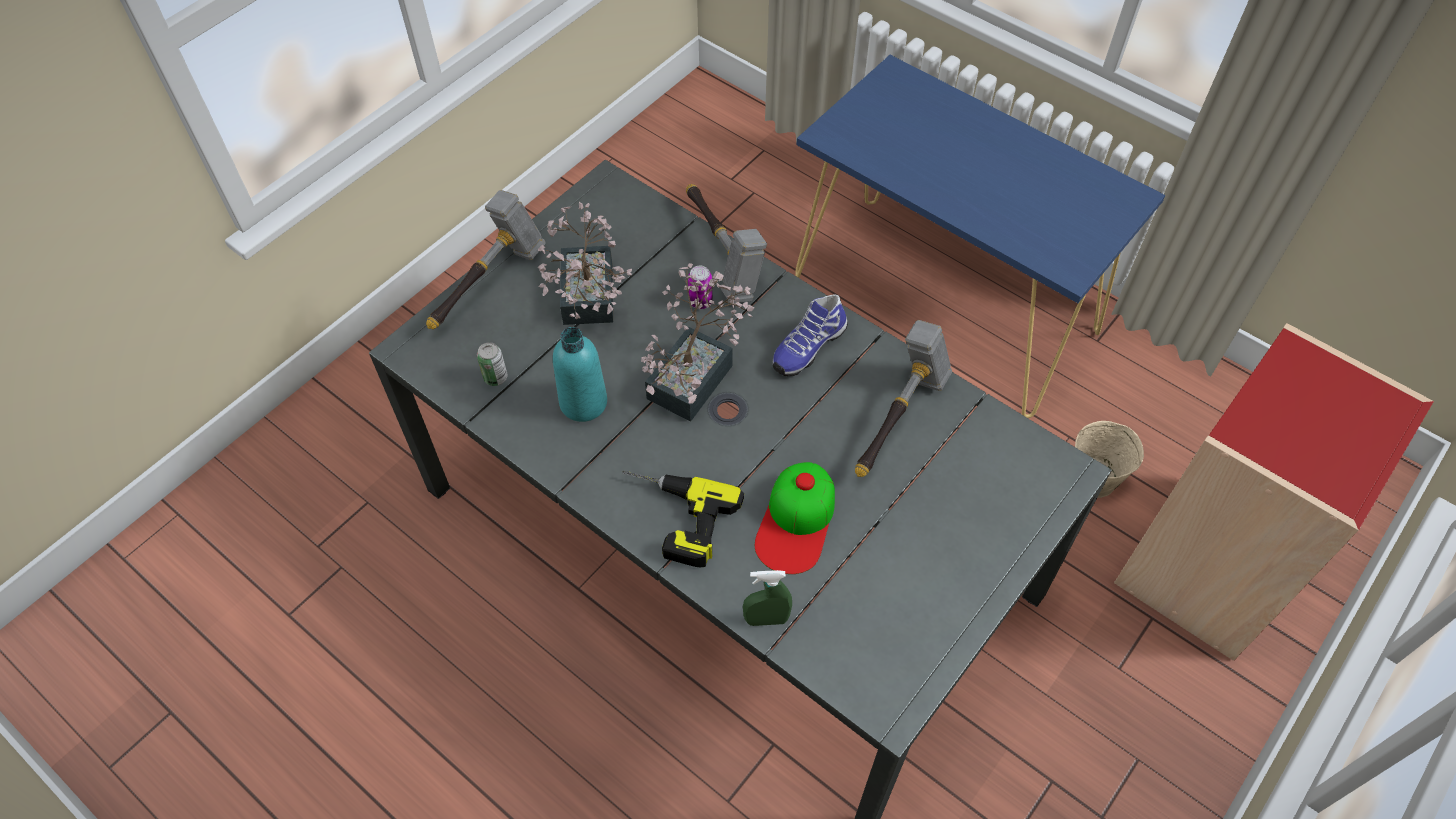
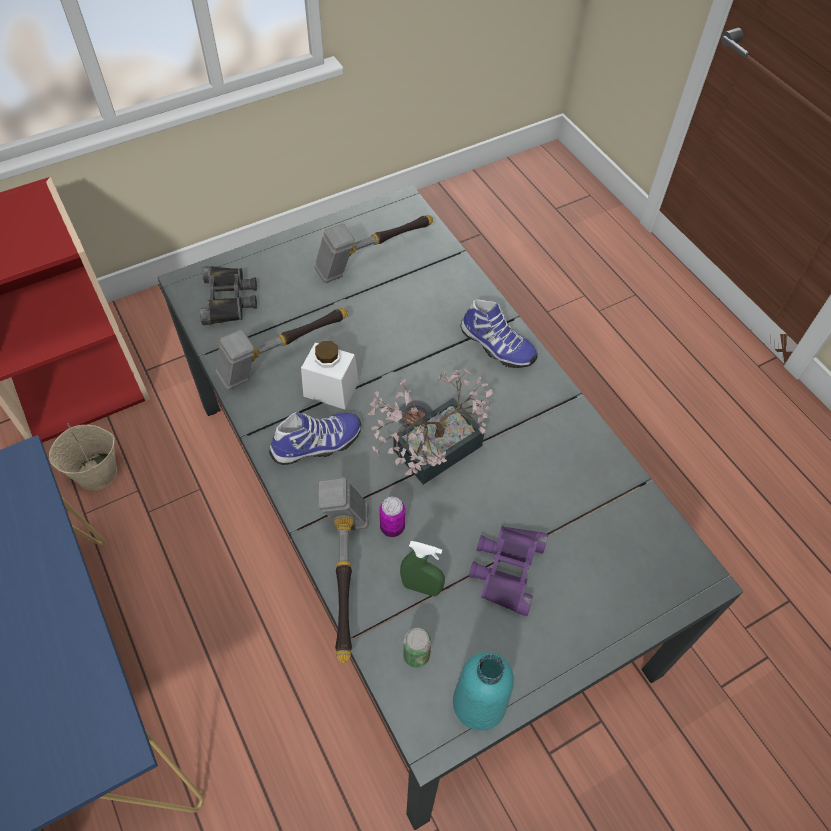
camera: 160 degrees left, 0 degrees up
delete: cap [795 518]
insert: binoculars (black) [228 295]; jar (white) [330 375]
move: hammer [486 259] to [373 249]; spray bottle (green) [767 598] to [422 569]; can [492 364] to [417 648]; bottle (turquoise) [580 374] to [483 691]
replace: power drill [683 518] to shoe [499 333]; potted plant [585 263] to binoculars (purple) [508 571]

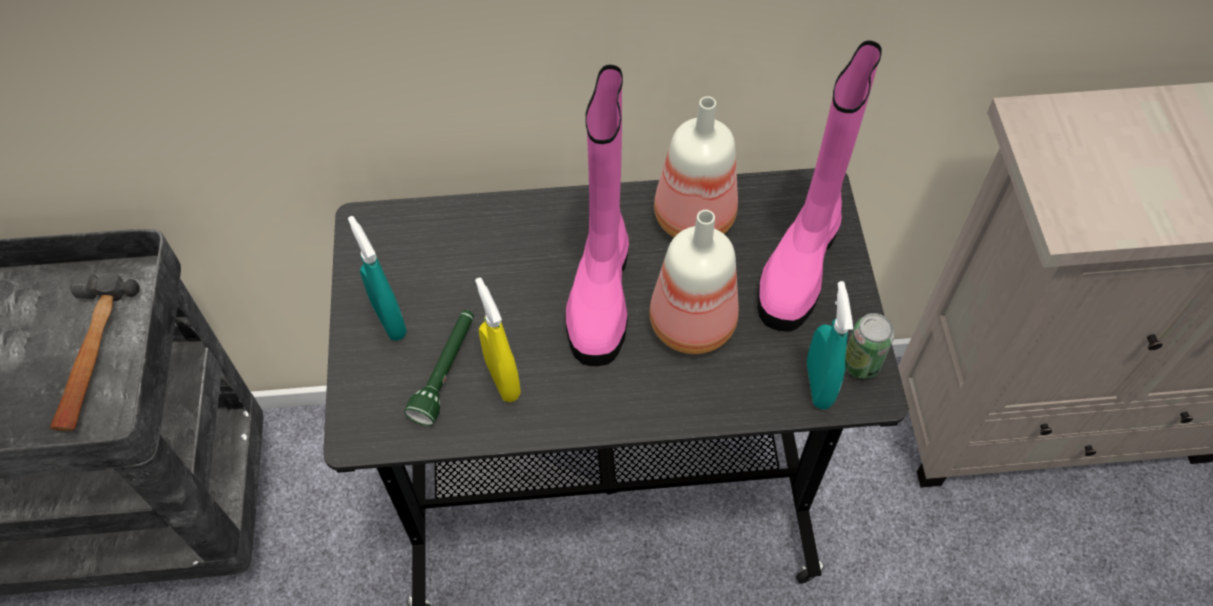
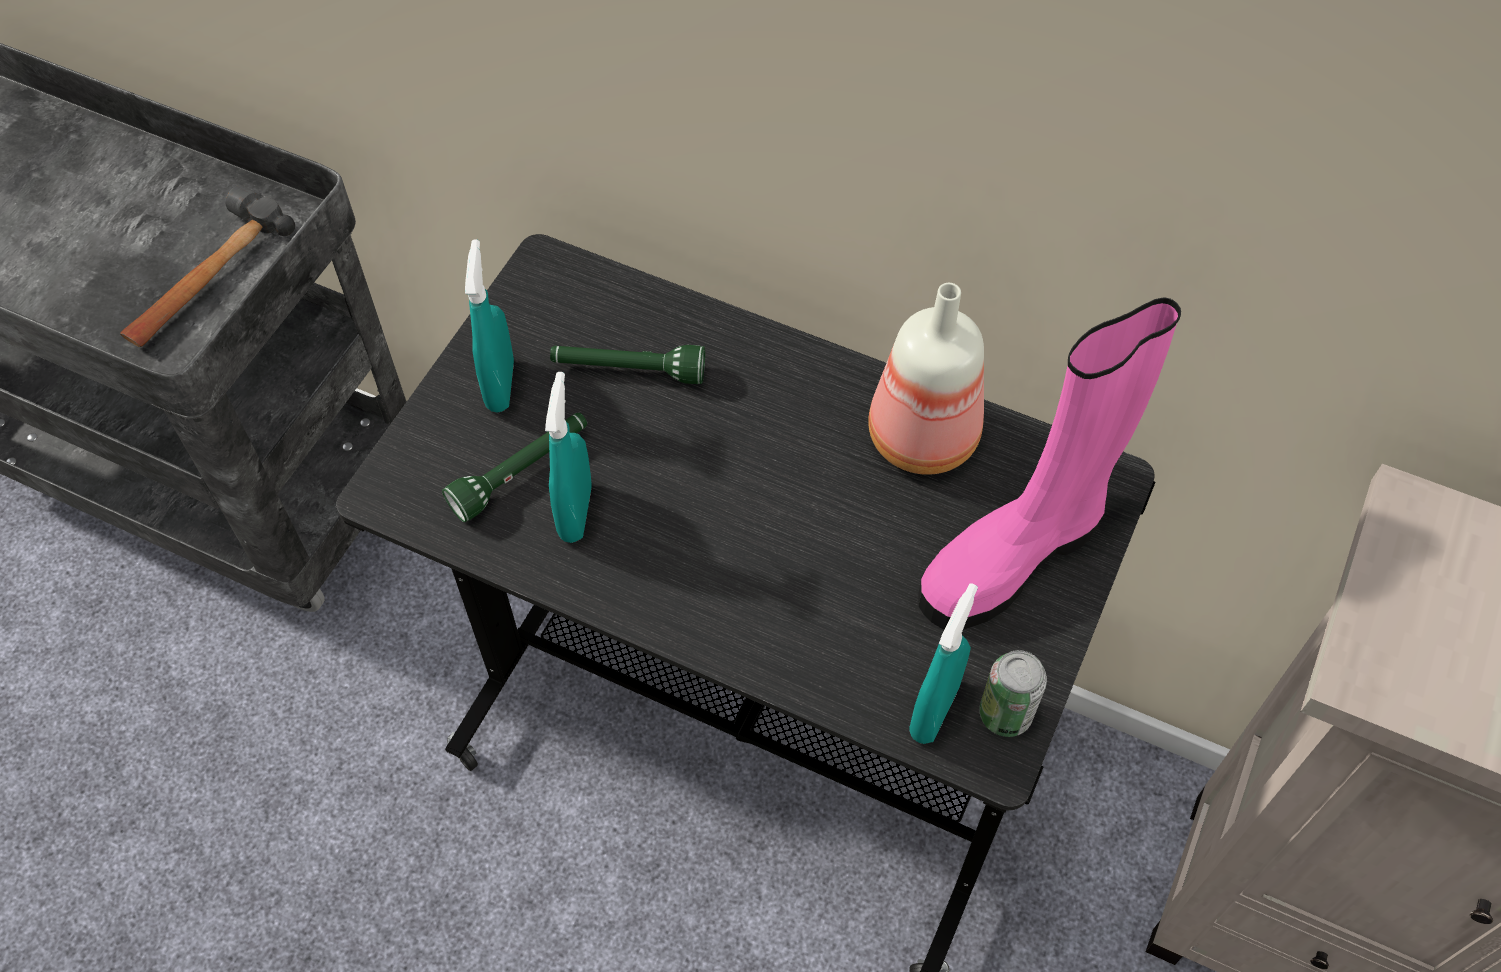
camera: 30 degrees right, 0 degrees up
delete: boot (pink) [597 215]; bottle [694 282]
insert: flashlight (green) [627 364]
recolor: spray bottle (yellow) [498 339] to spray bottle (turquoise) [568 457]

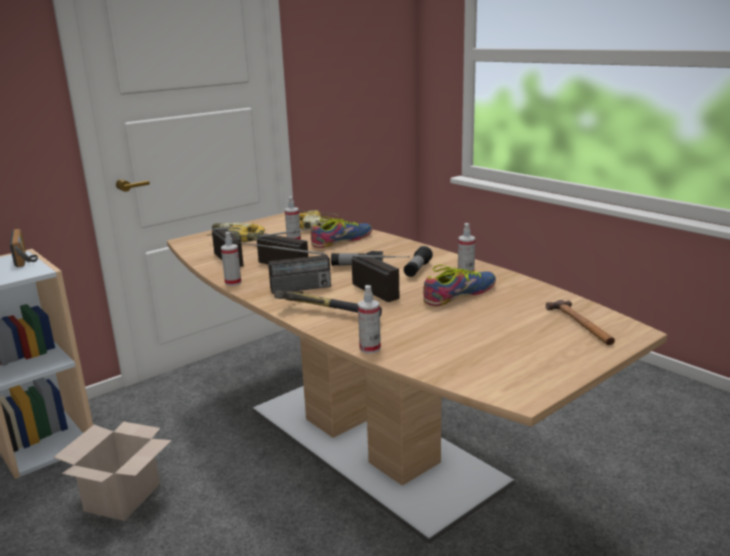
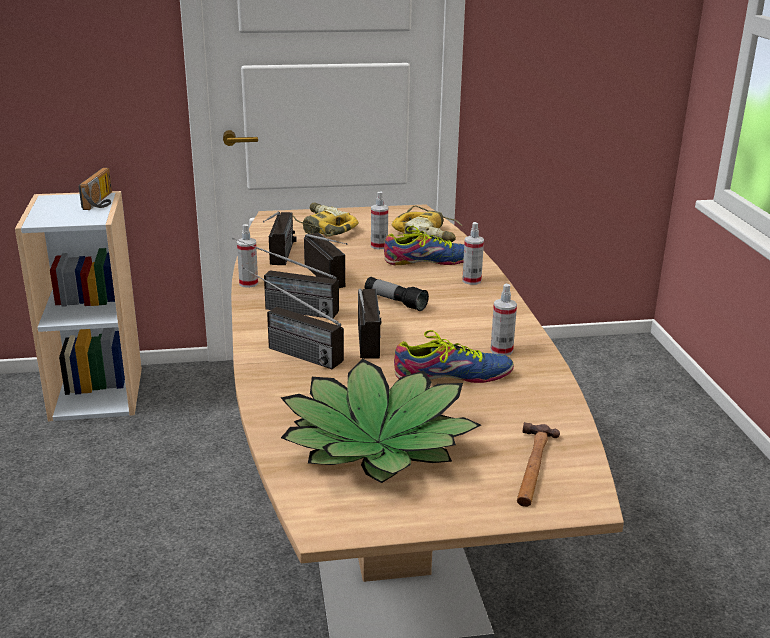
camera: 30 degrees right, 5 degrees up
delete: cardboard box [112 471]; flashlight [418 261]
insert: potted plant [381 421]
move: spray bottle [369 319] to [473 253]
replace: hammer [328 303] to radio [293 318]

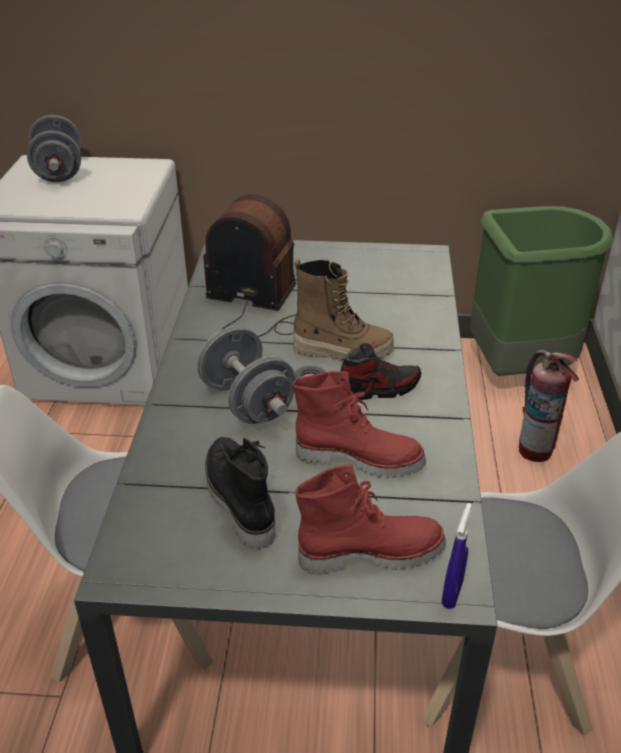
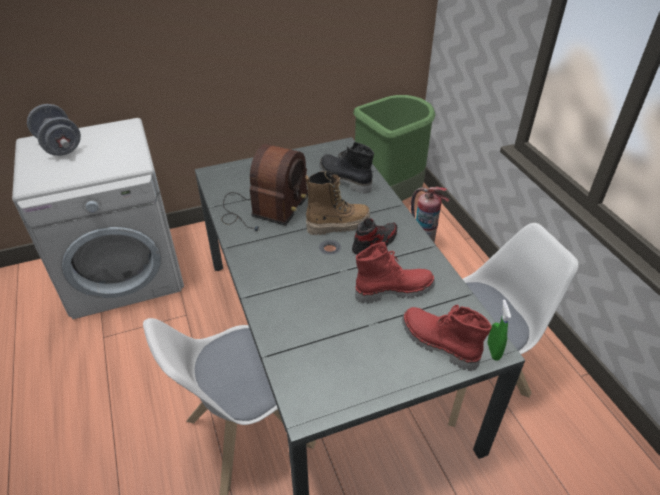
camera: 25 degrees left, 5 degrees up
delete: dumbbell (grey) [246 375]
move: boot (black) [240 493] to [347 168]
recolor: spray bottle (blue) [457 556] to spray bottle (green) [499 330]
rotate: radio [249 265] = [265 187] 120 degrees clockwise; boot (red) [370 519] = [447 337] 105 degrees counterclockwise

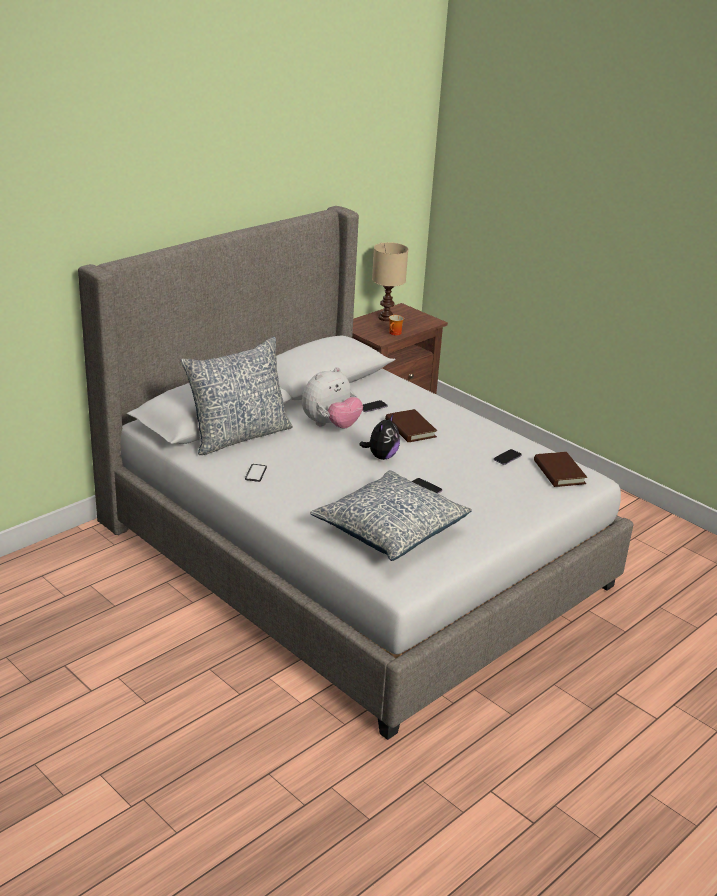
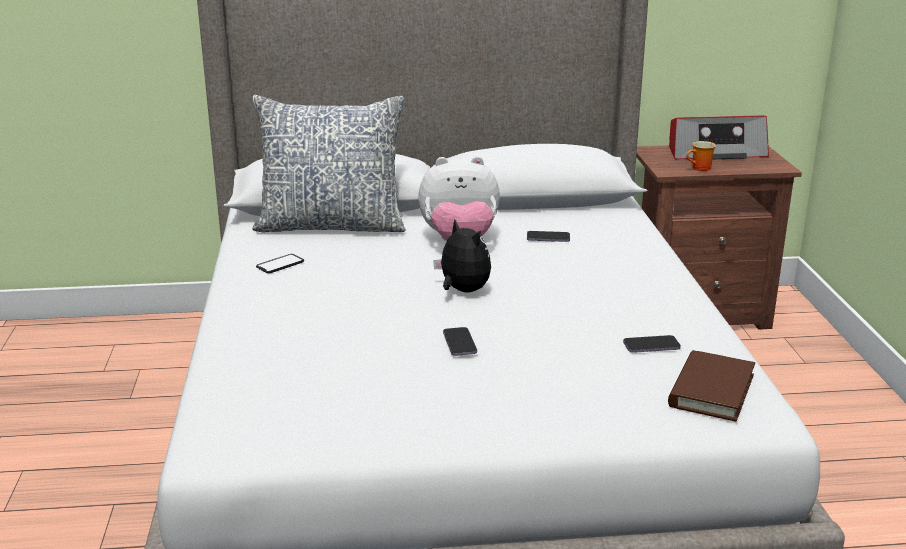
camera: 40 degrees right, 5 degrees down
delete: pillow [391 515]; book (brown) [411 425]
replace: table lamp (beige) [390 281] to radio [719 137]
rotate: plush toy [379 437] = [462 255] 105 degrees counterclockwise

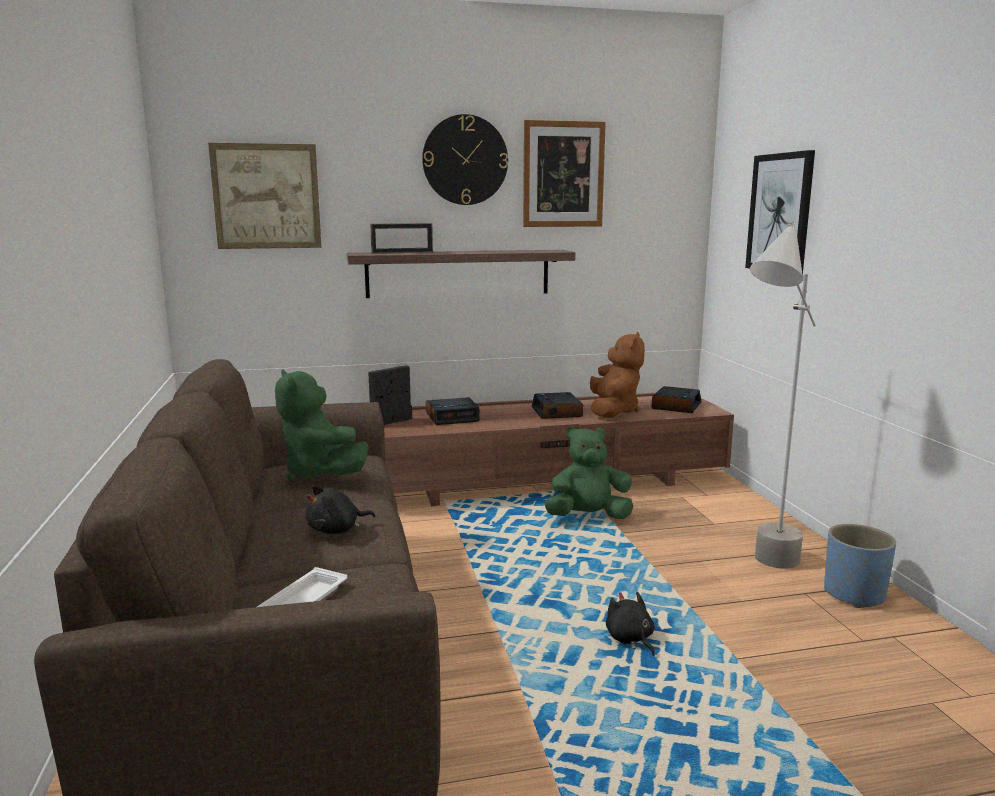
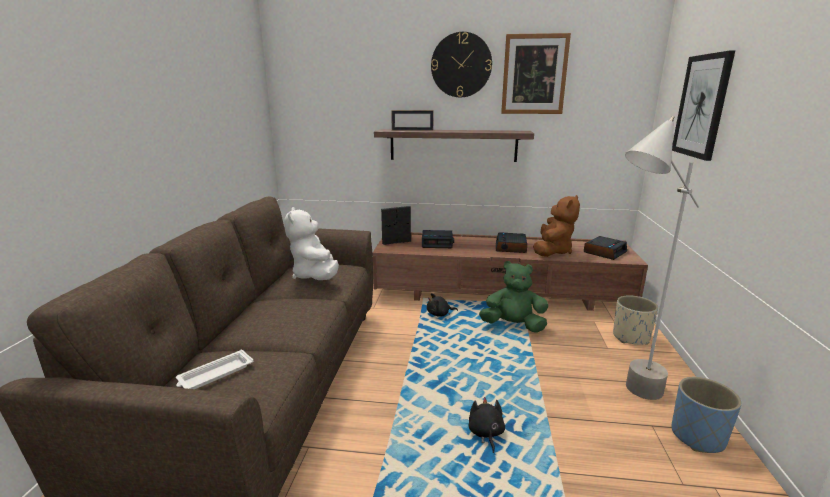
camera: 20 degrees right, 5 degrees up
delete: picture [264 196]
insert: planter (beige) [635 320]
move: plush toy (black) [340 509] to [442 305]
recolor: plush toy (green) [321 425] to plush toy (white) [311 243]

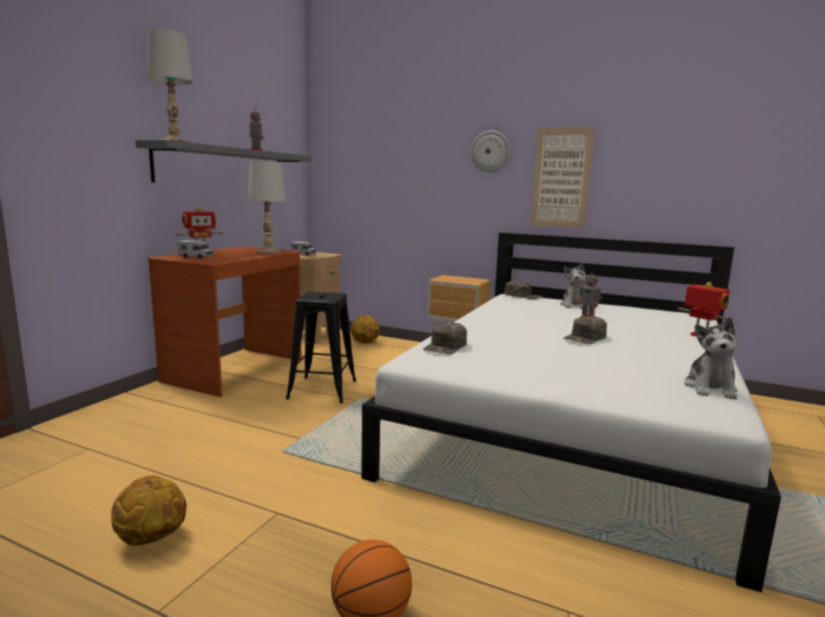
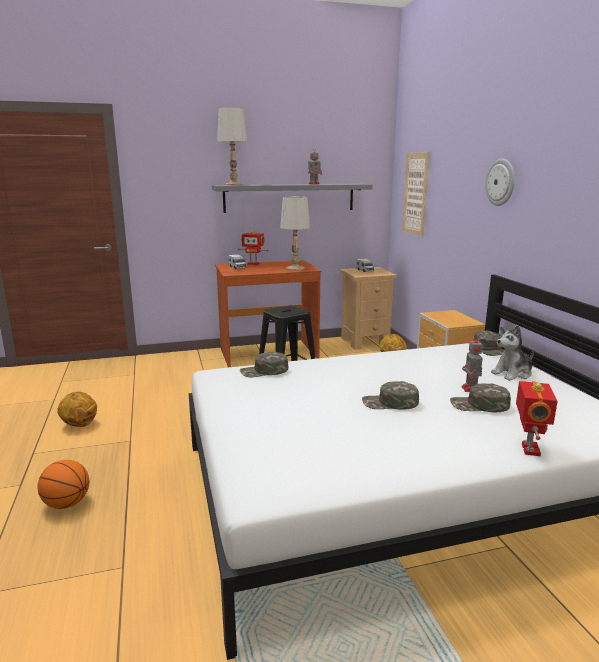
camera: 50 degrees right, 5 degrees up
delete: plush toy [710 358]
insert: cap (green) [480 397]
move: picture [562 177] to [416 194]

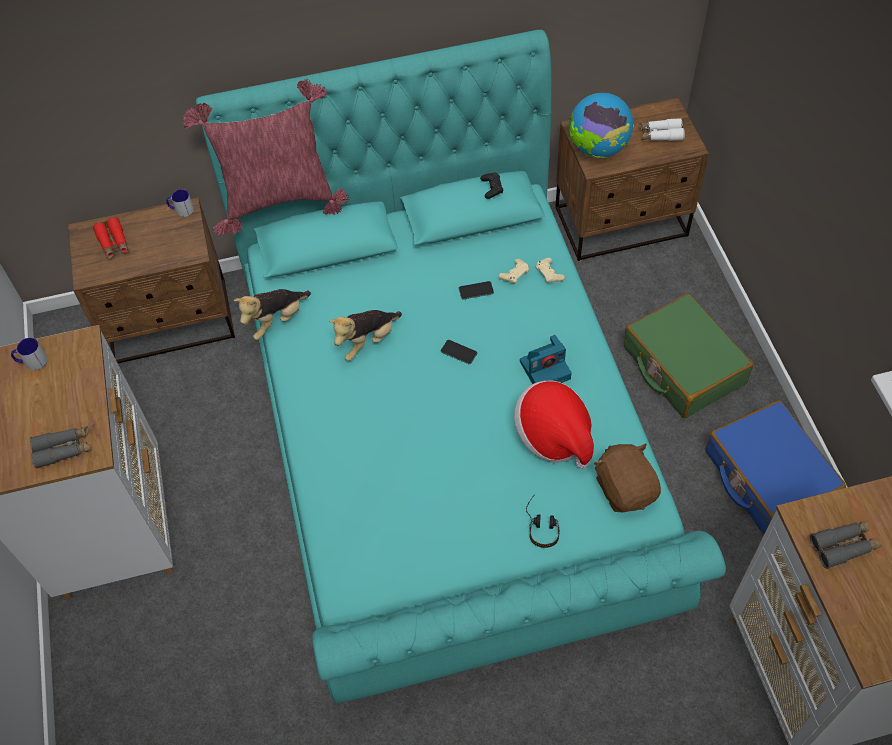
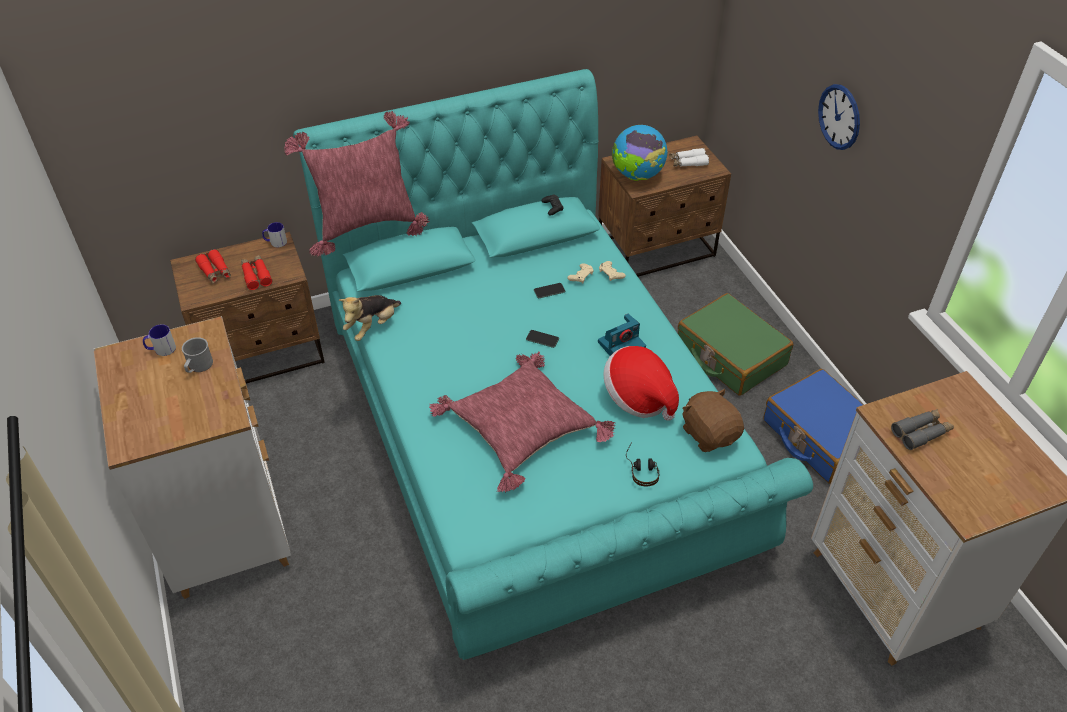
camera: 10 degrees left, 10 degrees down
delete: binoculars (grey) [60 447]; plush toy [365 335]
insert: mug (grey) [197 355]; binoculars (red) [256 272]; pillow (red) [522 422]; wall clock [839 117]

